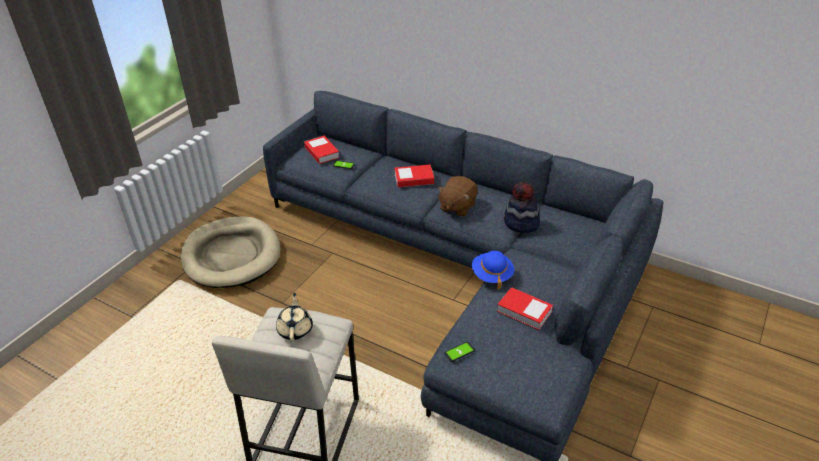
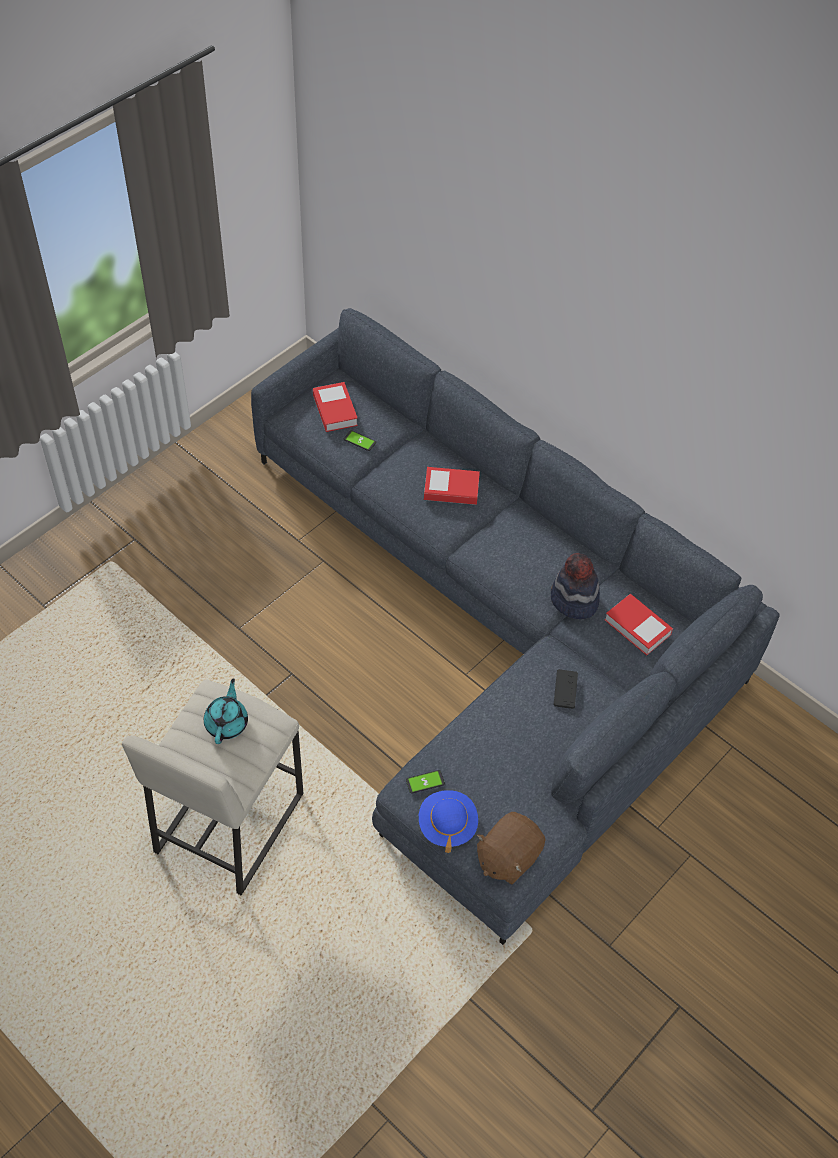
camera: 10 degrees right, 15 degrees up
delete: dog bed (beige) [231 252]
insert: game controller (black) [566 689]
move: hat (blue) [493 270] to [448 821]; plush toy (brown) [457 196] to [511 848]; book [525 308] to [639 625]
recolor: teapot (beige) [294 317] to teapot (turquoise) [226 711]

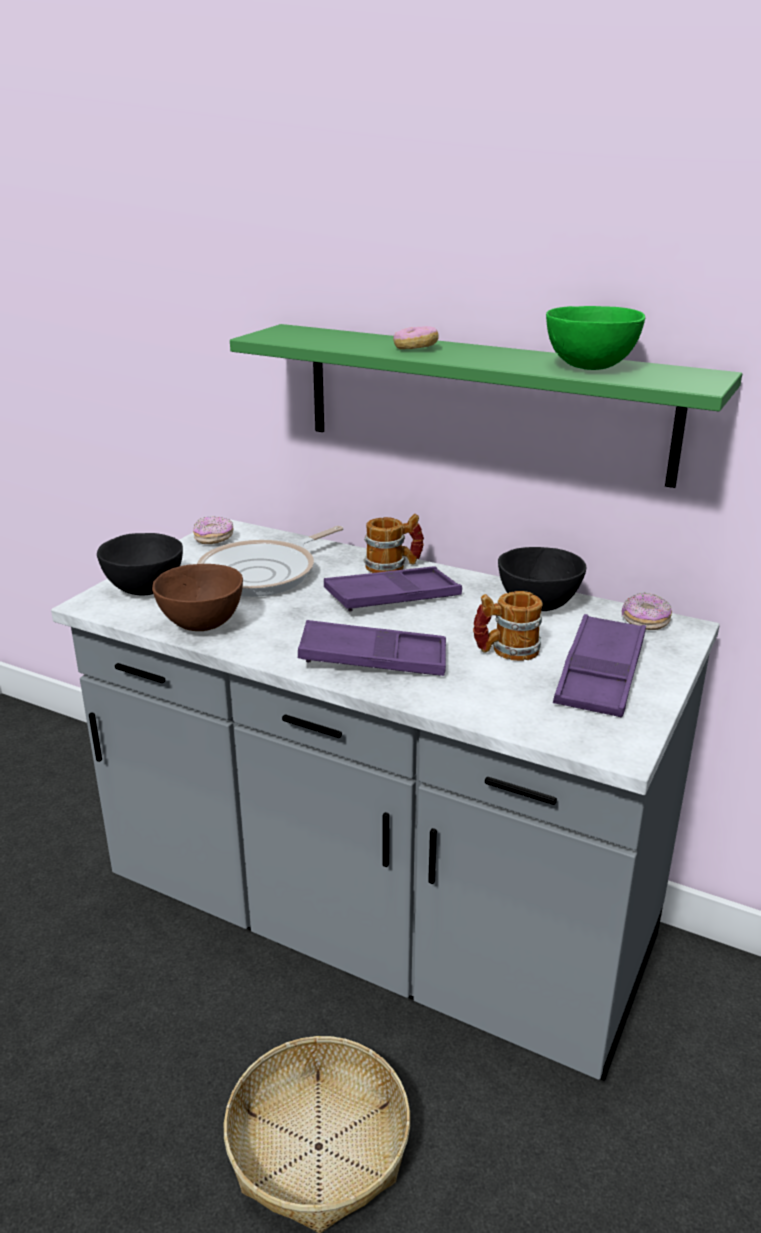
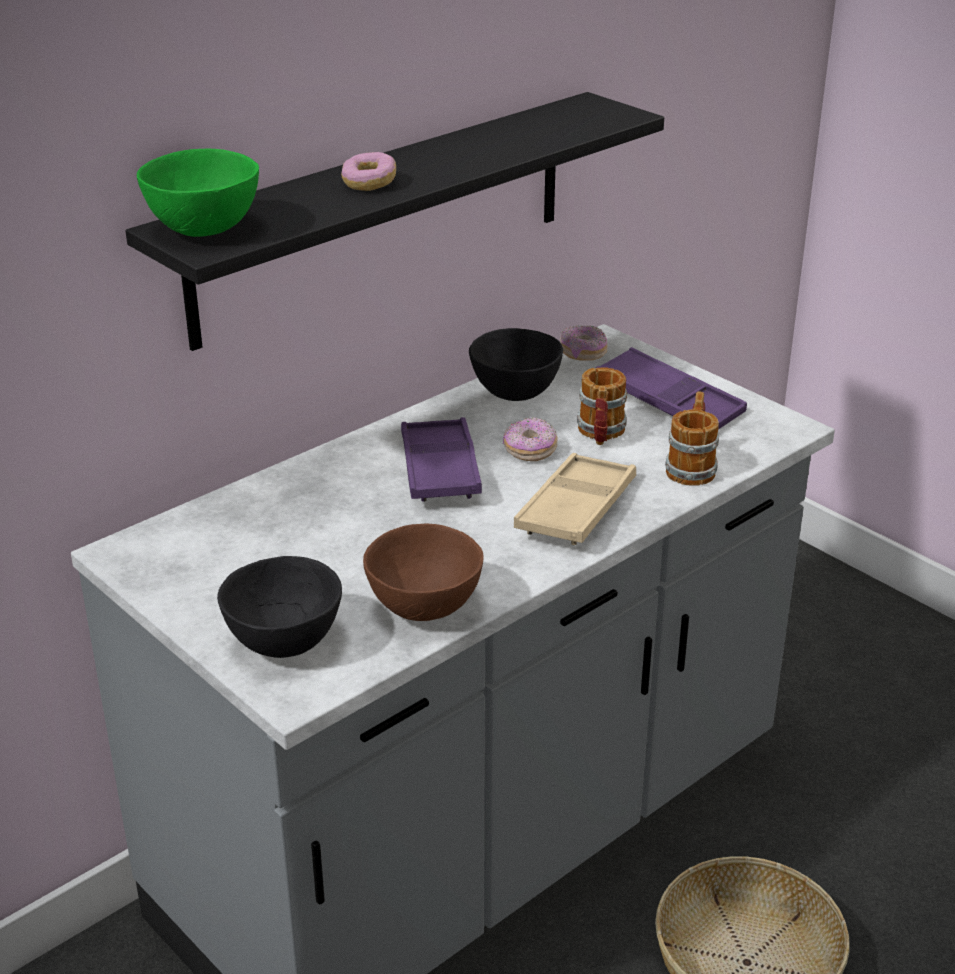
camera: 70 degrees left, 5 degrees up
delete: frying pan [270 561]
move: bowl (green) [595 338] to [198 193]; donut [213 530] to [530 439]; mug [394 543] to [692 438]
recolor: shelf (green) [486 406] to shelf (black) [394 221]; tray (purple) [372 648] to tray (beige) [575 499]

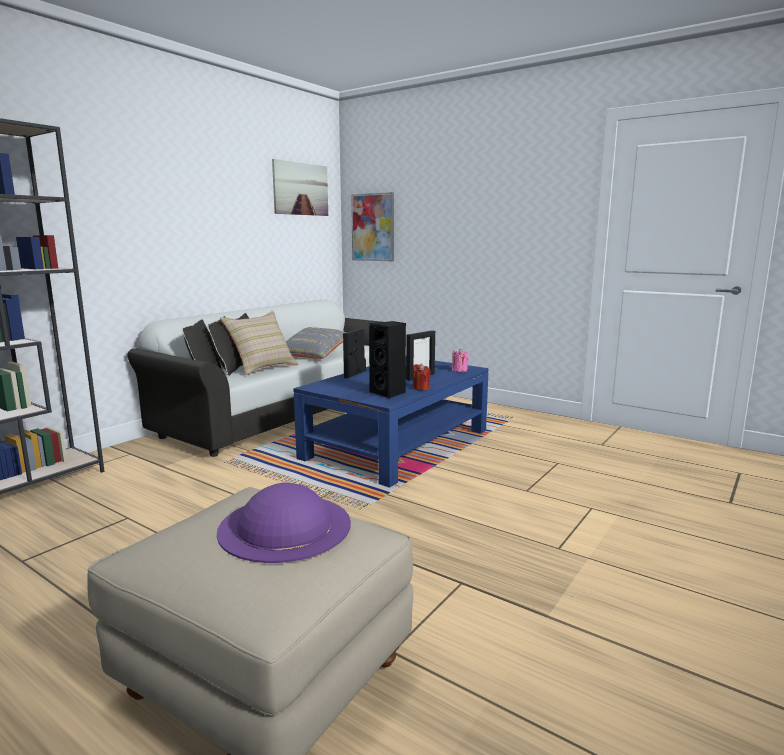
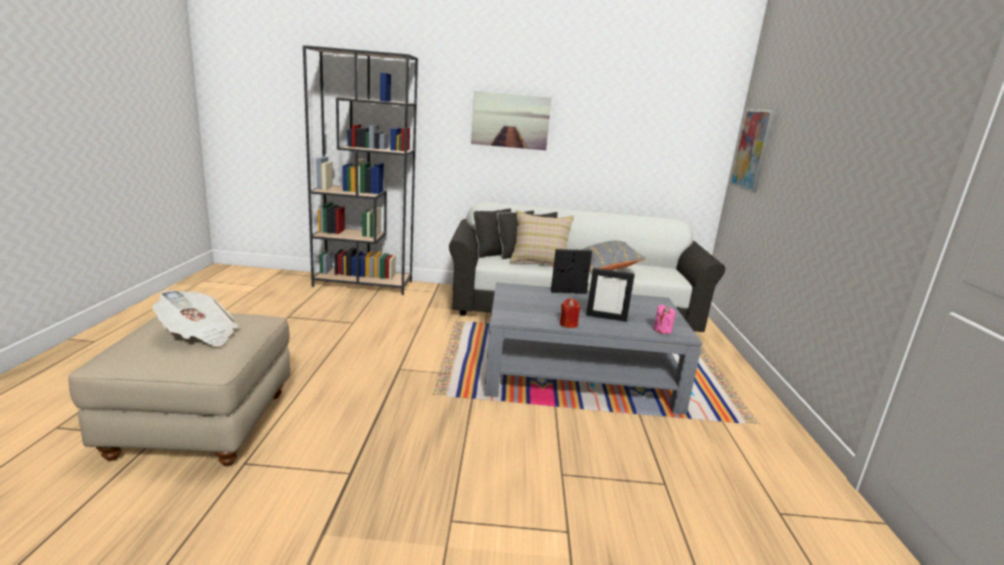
camera: 55 degrees right, 5 degrees up
delete: speaker (black) [387 360]
move: picture [300 187] to [511 120]
replace: hat (purple) [284 523] to newspaper [195 318]
recolor: coffee table (blue) [391 424] to coffee table (grey) [593 348]

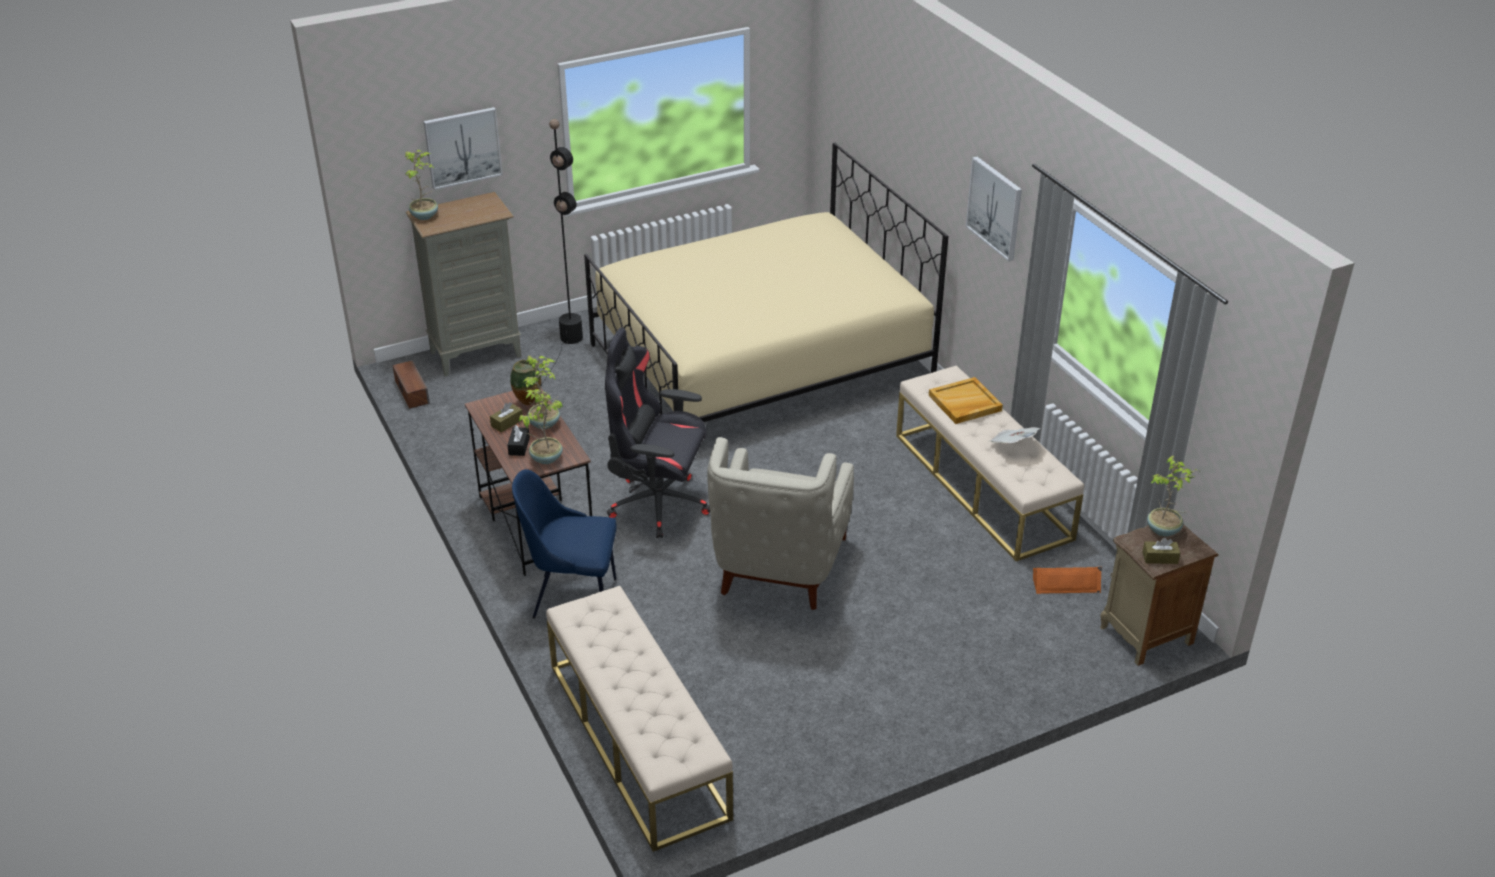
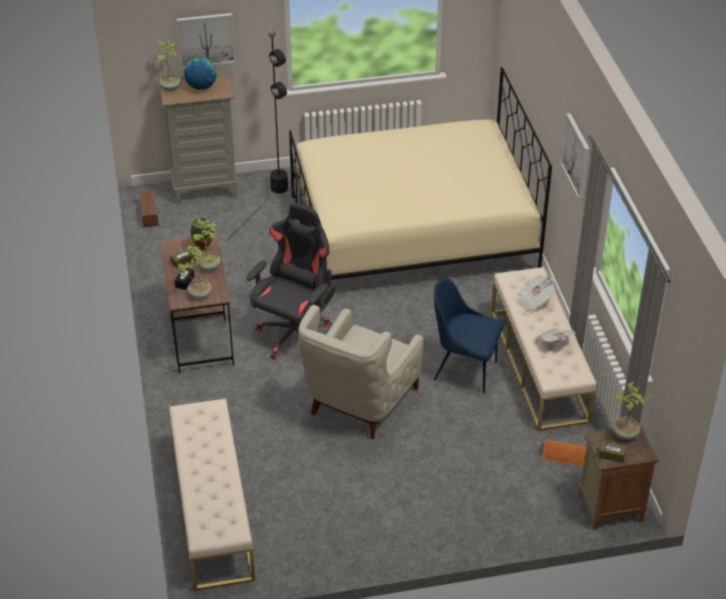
camera: 15 degrees right, 5 degrees up
insert: globe [200 73]
move: chair (blue) [564 544] to [468 335]
replace: tray (beige) [966 400] to newspaper [535 293]
rotate: office chair (black) [657 432] = [290 281] 90 degrees clockwise

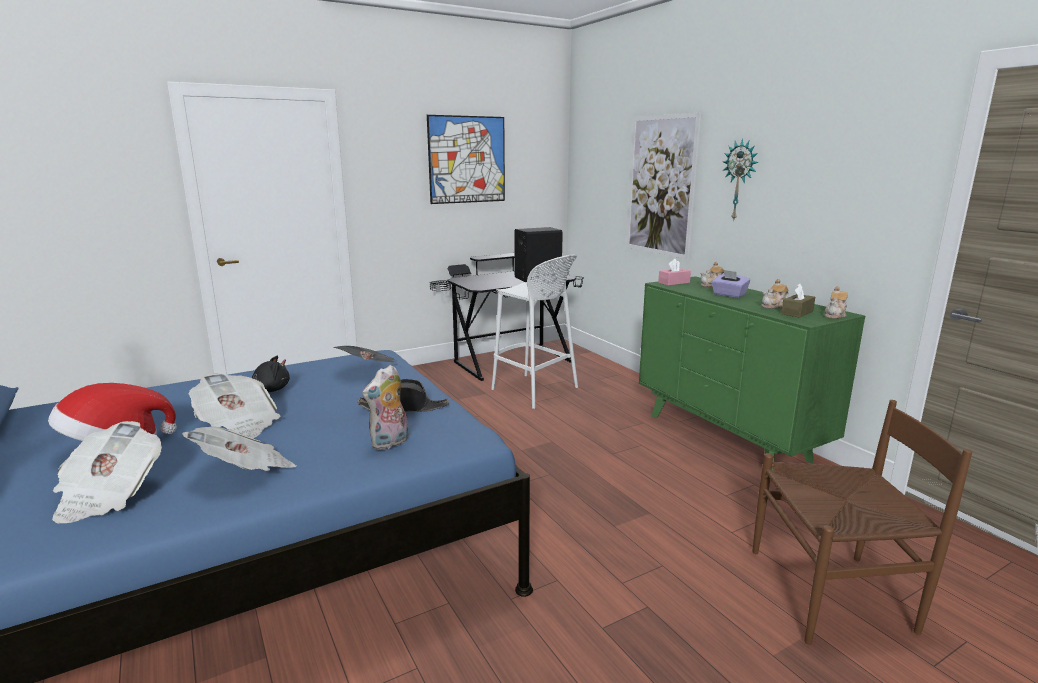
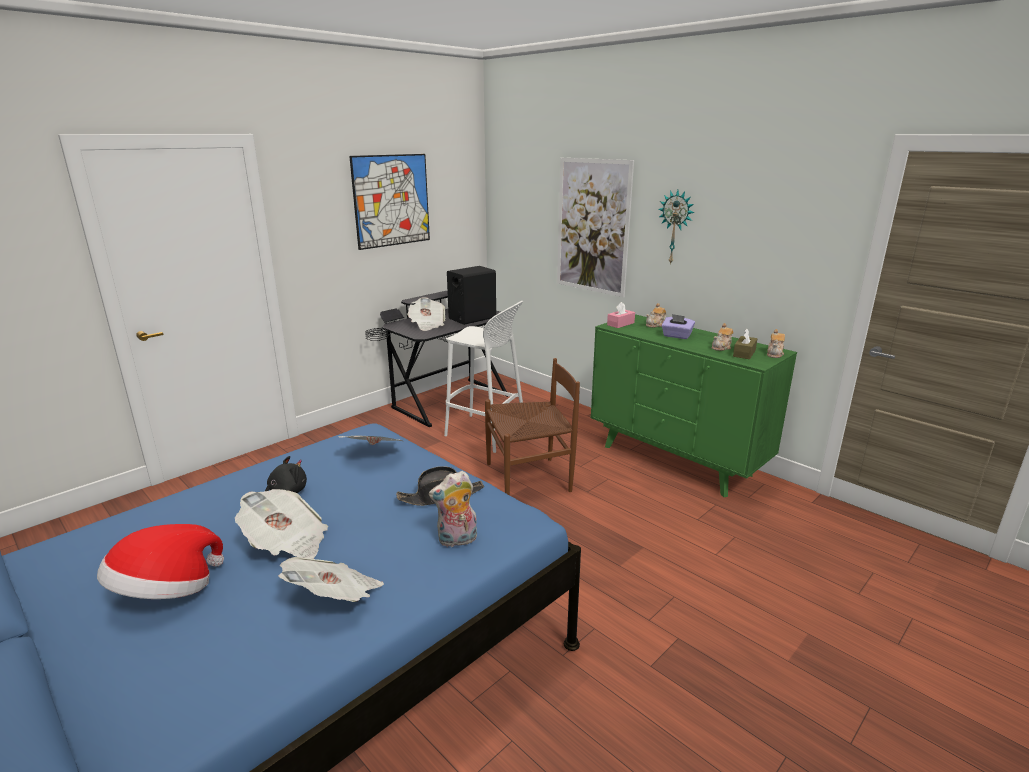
camera: 15 degrees left, 5 degrees up
move: newspaper [107 472] to [426 314]; chair (brown) [862 522] to [532 426]
rotate: plush toy [385 407] = [453 509] 45 degrees clockwise

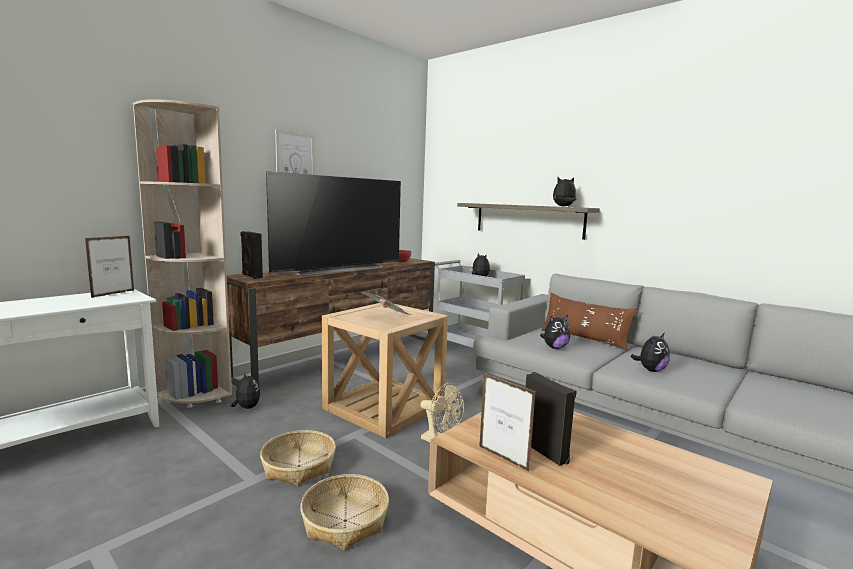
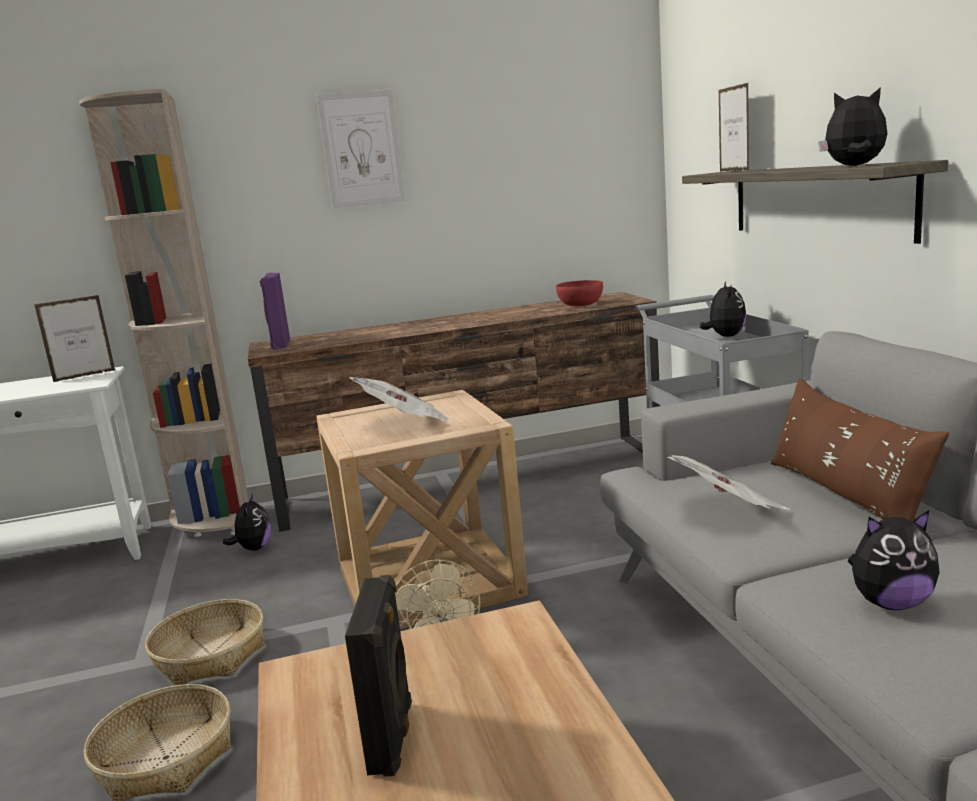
camera: 35 degrees right, 5 degrees up
delete: television [333 223]
move: picture frame [507 422] to [734 127]
replace: plush toy [555 332] to newspaper [728 482]
recolor: speaker (black) [251 255] to speaker (purple) [275 311]

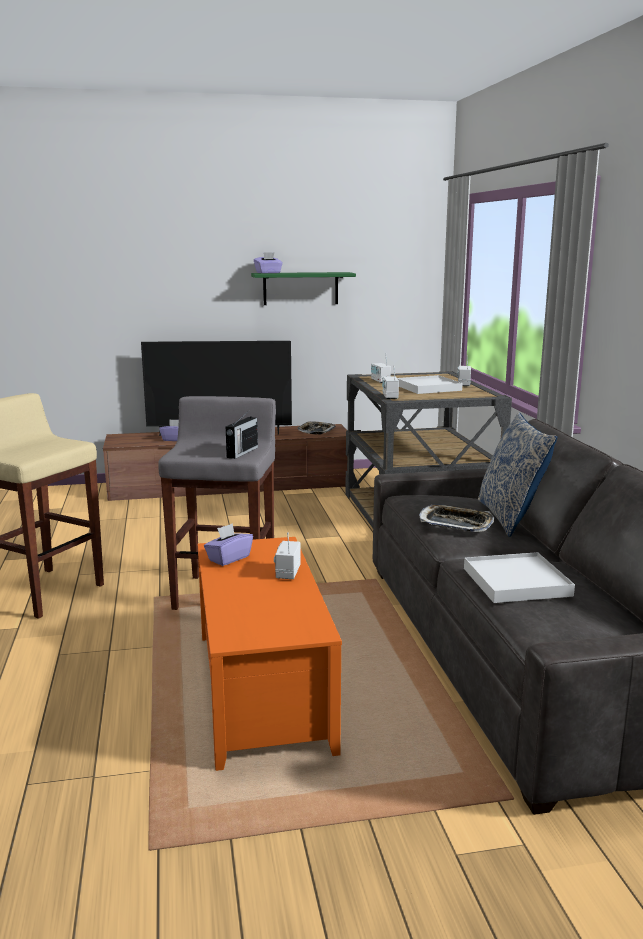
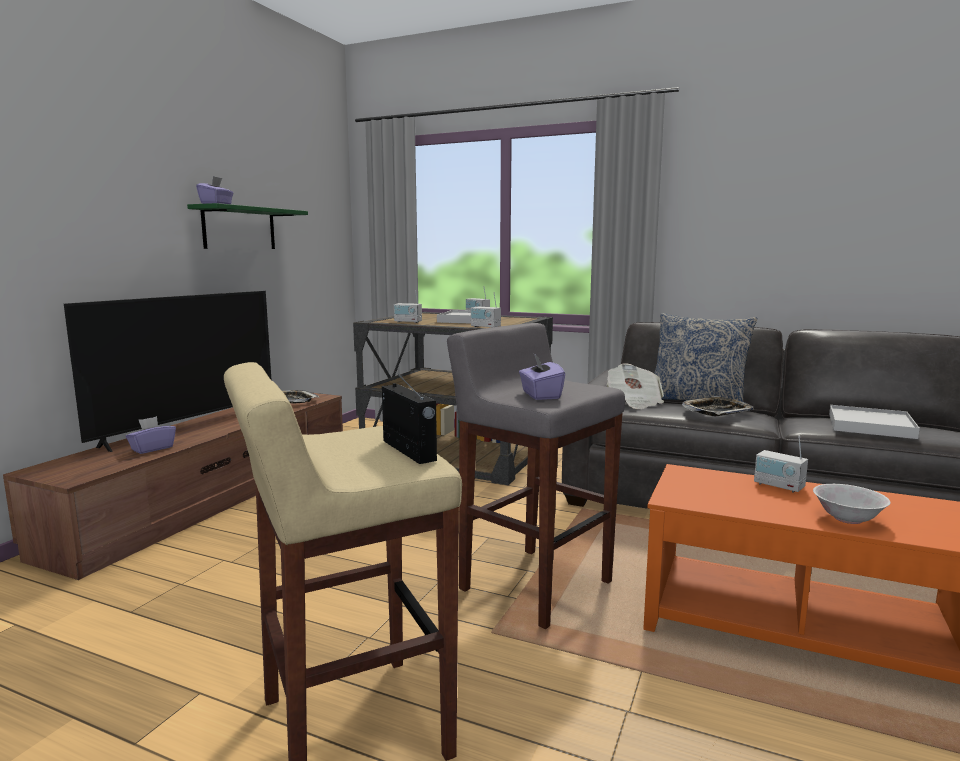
camera: 55 degrees left, 5 degrees down
insert: newspaper [635 386]; bowl (white) [852 504]
move: radio [242 434] to [409 417]; tissue box (purple) [228 544] to [542 377]

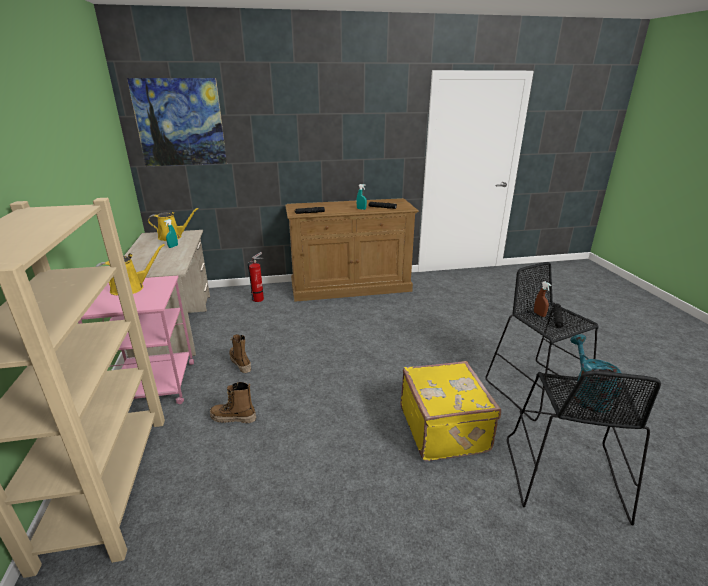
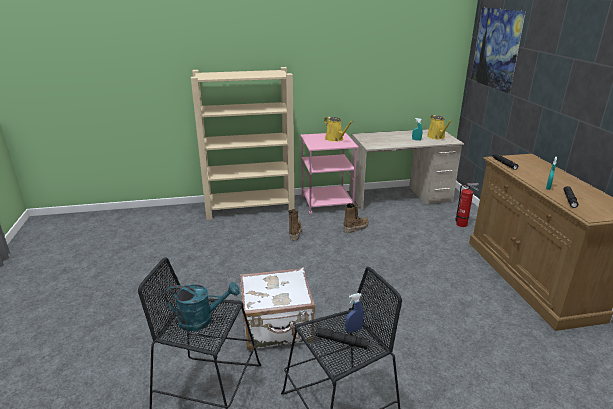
camera: 90 degrees right, 0 degrees up
recolor: suitcase (yellow) [451 411] to suitcase (white) [277 309]; spray bottle (brown) [543 299] to spray bottle (blue) [354 313]

